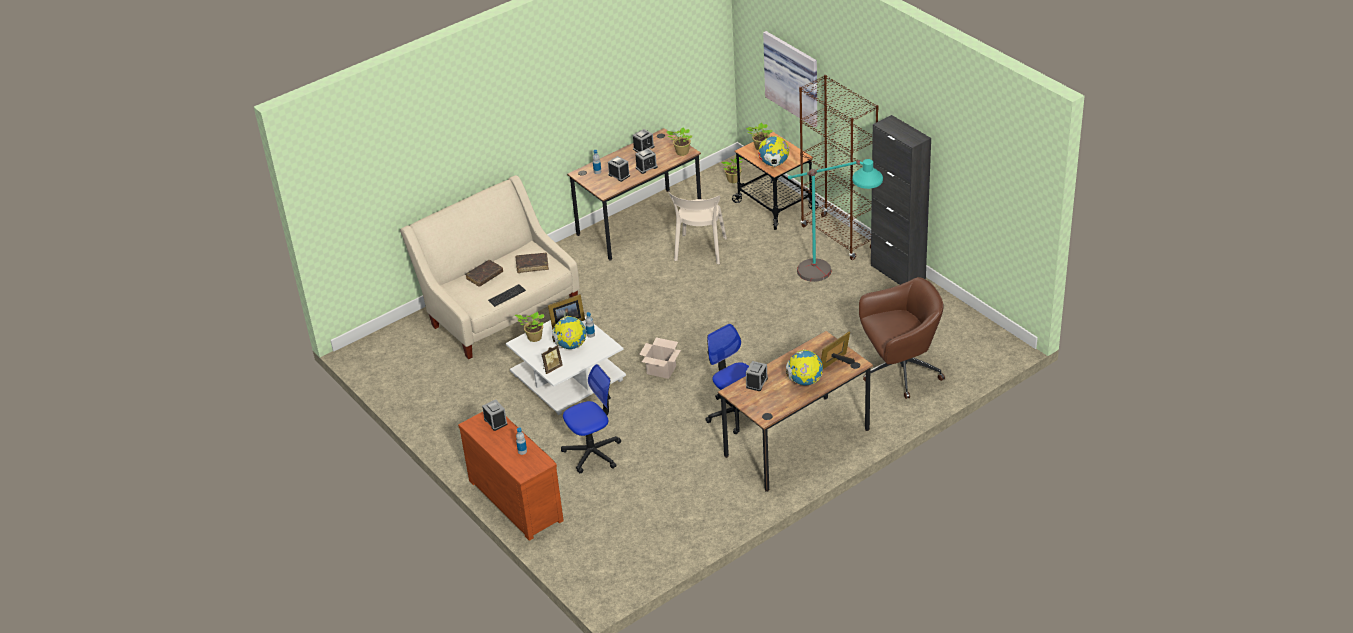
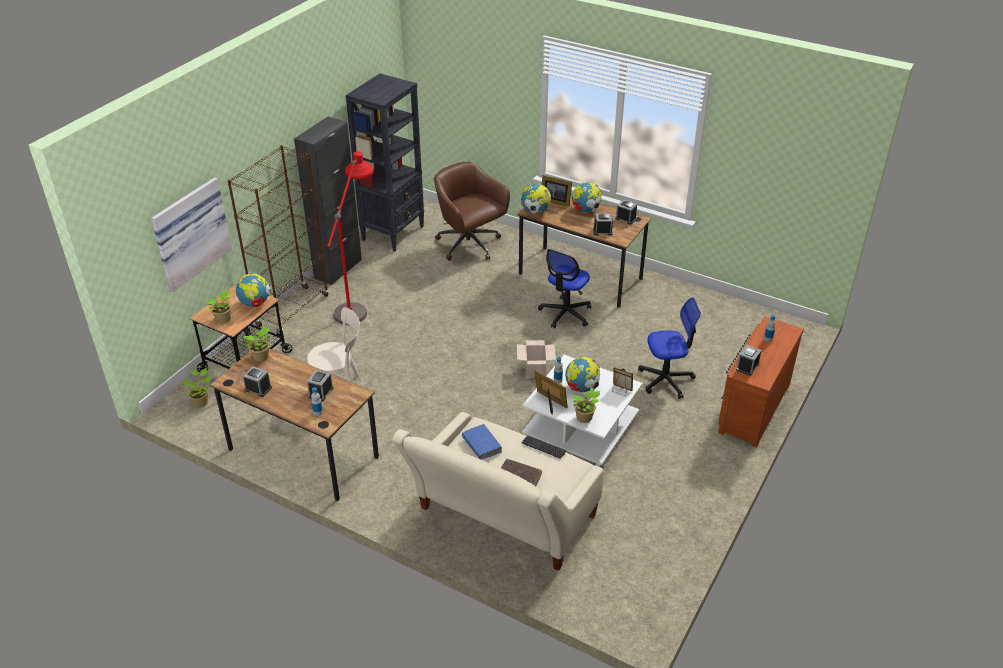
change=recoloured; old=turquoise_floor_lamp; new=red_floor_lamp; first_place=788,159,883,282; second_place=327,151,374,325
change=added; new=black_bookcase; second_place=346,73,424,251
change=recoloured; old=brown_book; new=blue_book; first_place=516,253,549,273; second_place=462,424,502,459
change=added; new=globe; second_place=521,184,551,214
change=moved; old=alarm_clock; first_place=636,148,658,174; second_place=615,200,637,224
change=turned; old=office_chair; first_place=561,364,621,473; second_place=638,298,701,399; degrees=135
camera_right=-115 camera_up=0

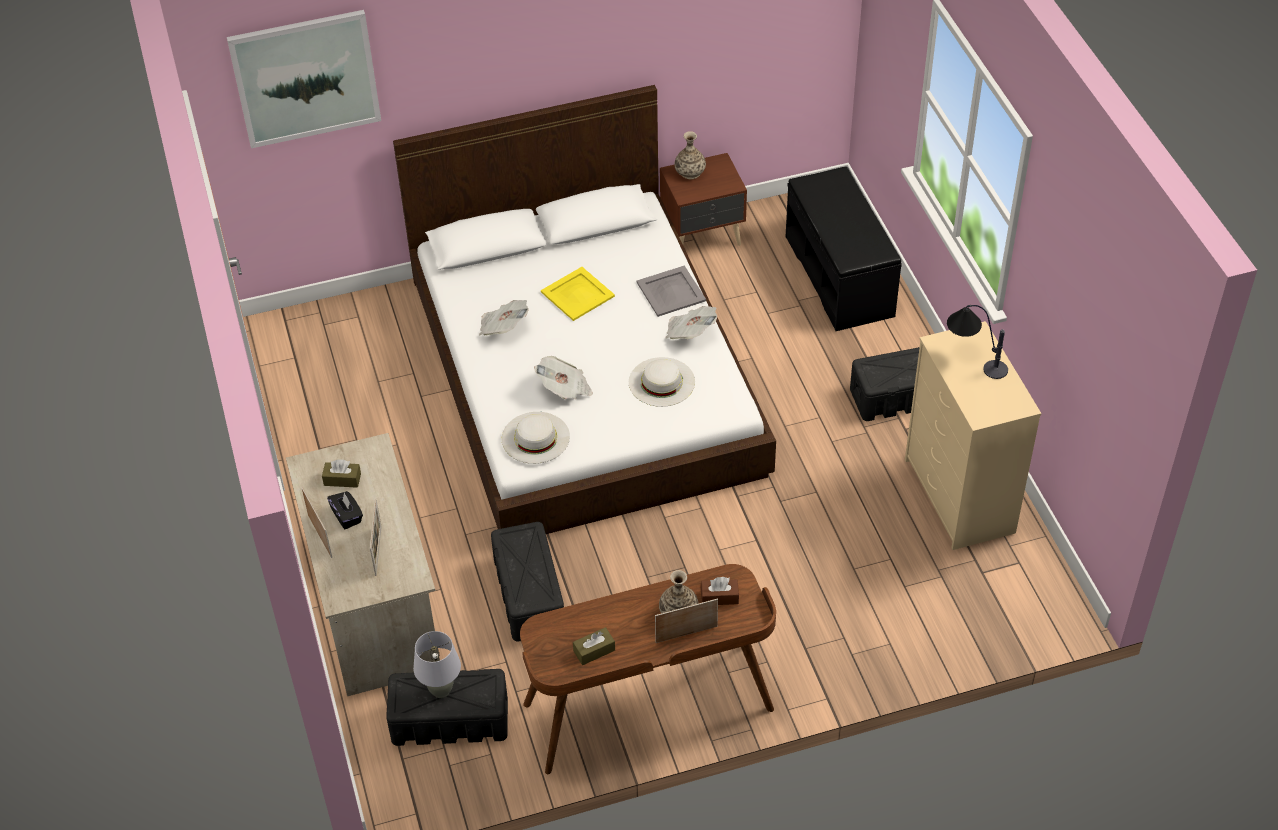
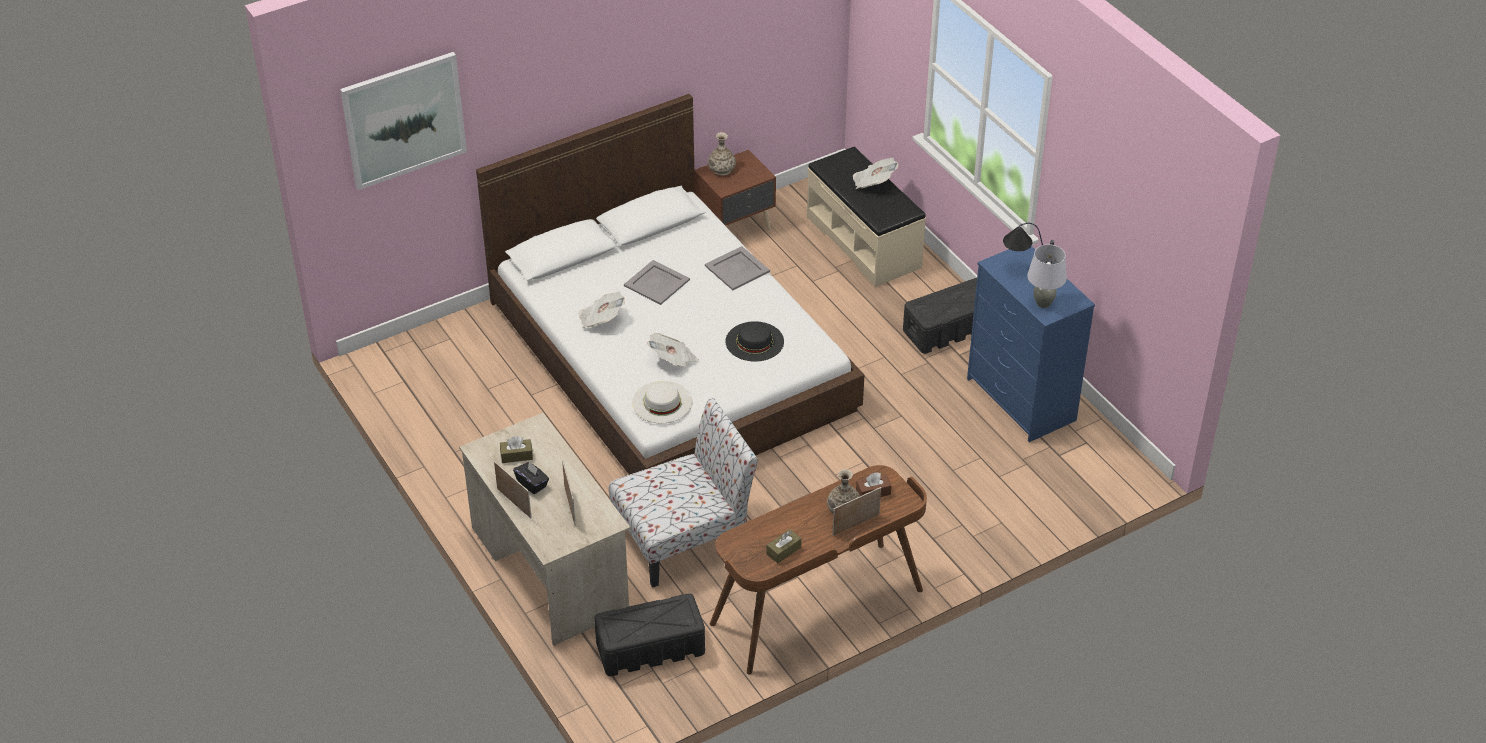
change=replaced; old=black_storage_box; new=chair; first_place=491,522,564,642; second_place=609,398,758,588
change=recoloured; old=yellow_tray; new=grey_tray; first_place=541,267,615,321; second_place=624,260,690,305
change=recoloured; old=white_hat; new=black_hat; first_place=629,357,695,407; second_place=726,321,784,361
change=recoloured; old=black_bench; new=beige_bench; first_place=785,166,902,331; second_place=807,147,926,287
change=moved; old=newspaper; first_place=666,306,717,339; second_place=853,158,898,189
change=recoloured; old=beige_dresser; new=blue_dresser; first_place=905,321,1041,550; second_place=967,246,1095,442
change=moved; old=grey_table_lamp; first_place=413,631,461,698; second_place=1027,244,1067,308
camera_right=-15 camera_up=-5

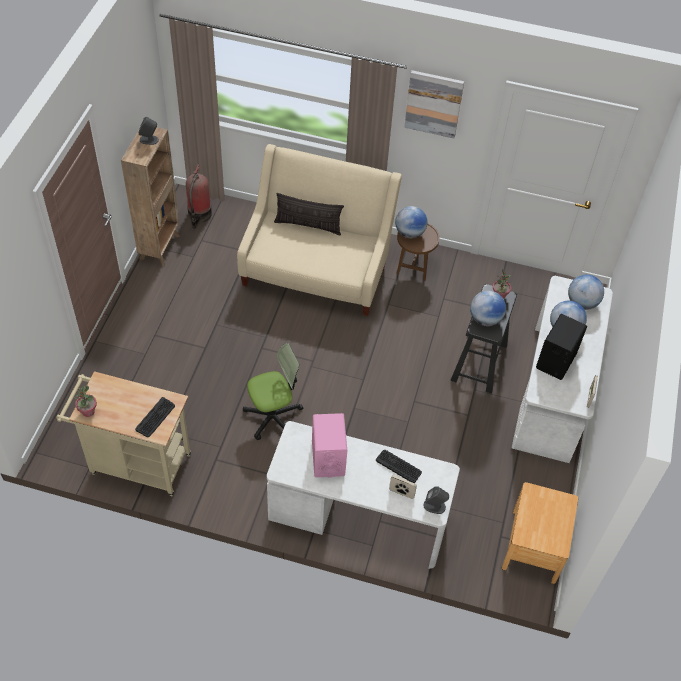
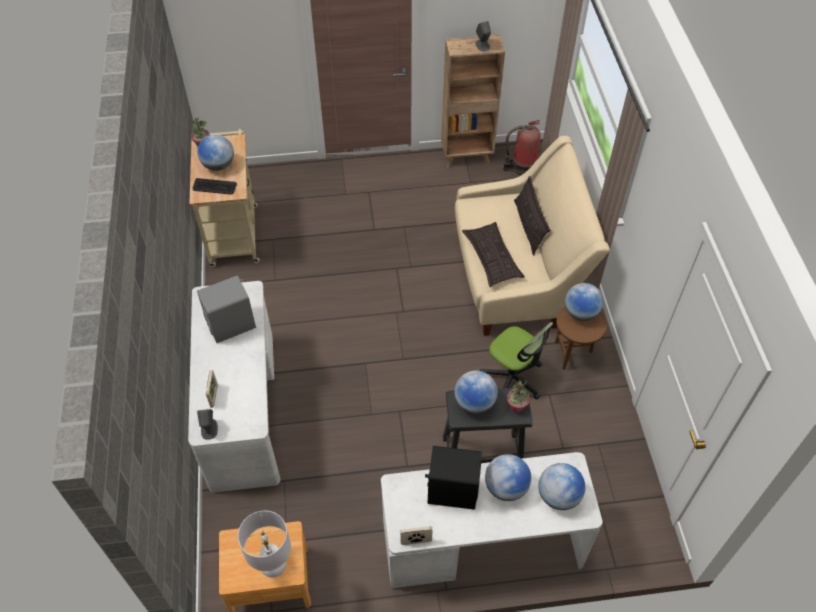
change=added; new=globe; second_place=197,134,234,171
change=recoloured; old=pink_speaker; new=grey_speaker; first_place=312,413,347,478; second_place=197,275,256,343
change=added; new=white_table_lamp; second_place=238,511,291,578
change=added; new=pillow; second_place=462,222,525,287
change=moved; old=office_chair; first_place=243,343,303,440; second_place=480,322,553,400
change=removed; old=keyboard; first_place=376,450,422,483
change=removed; old=picture; first_place=404,70,464,138
camera_right=70 camera_up=0

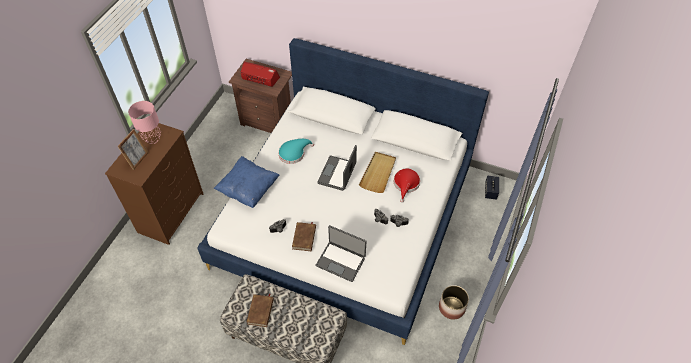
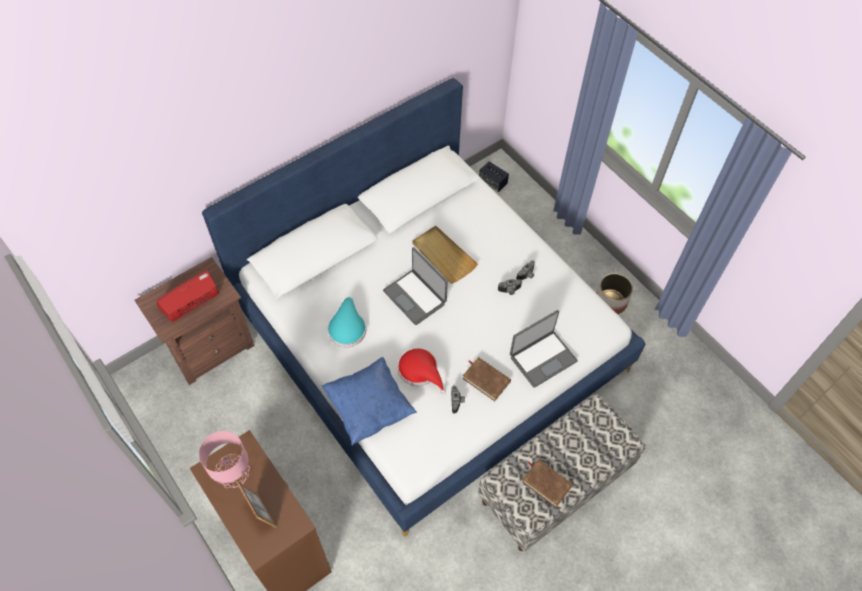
change=moved; old=red_hat; first_place=394,169,420,203; second_place=398,348,446,394
camera_right=-60 camera_up=5

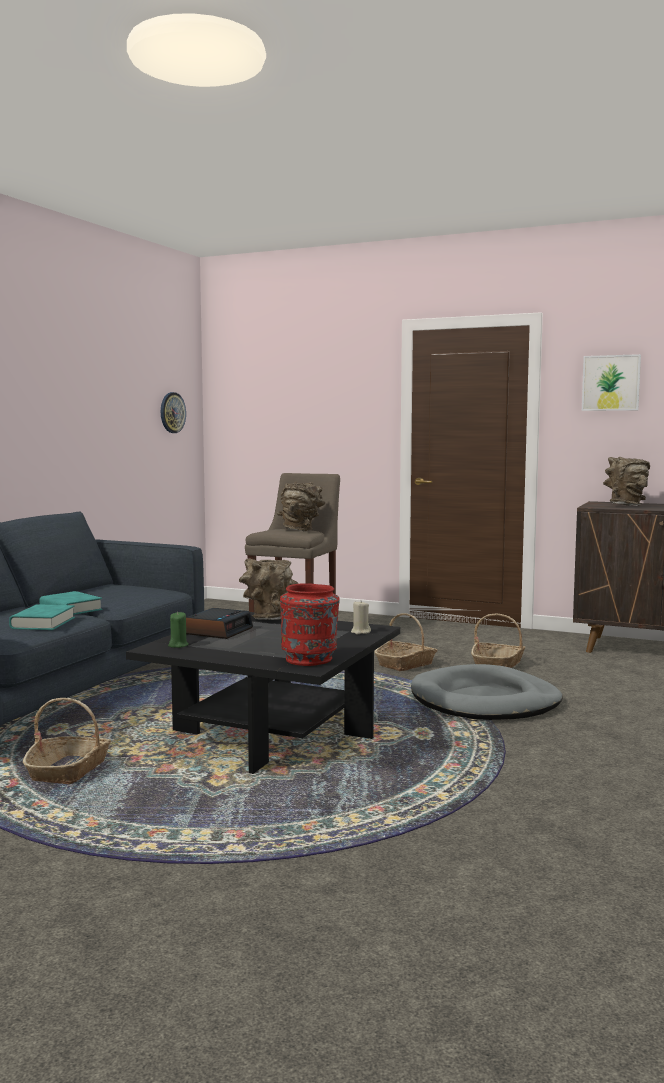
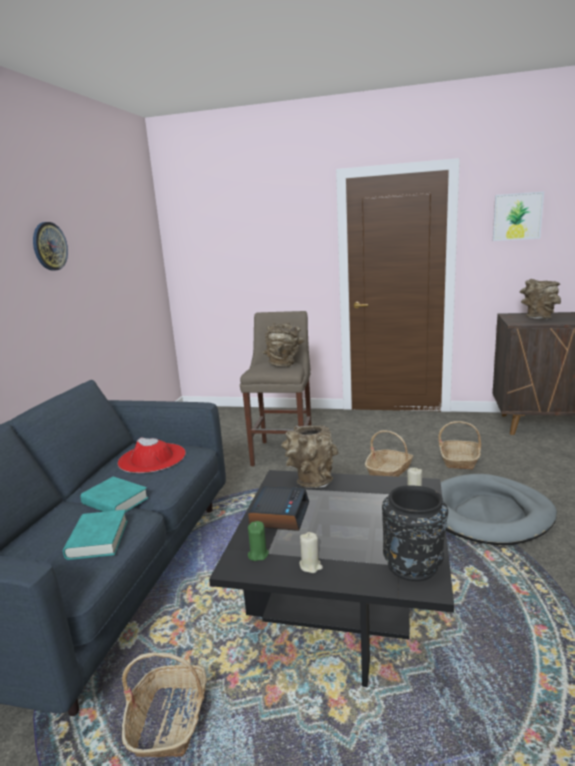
change=moved; old=wall_clock; first_place=161,392,186,433; second_place=33,222,68,271
change=added; new=red_hat; second_place=118,437,186,473
change=added; new=beige_candle; second_place=299,532,323,573
change=recoloured; old=red_vase; new=black_vase; first_place=280,583,340,666; second_place=382,485,448,581
camera_right=-10 camera_up=10

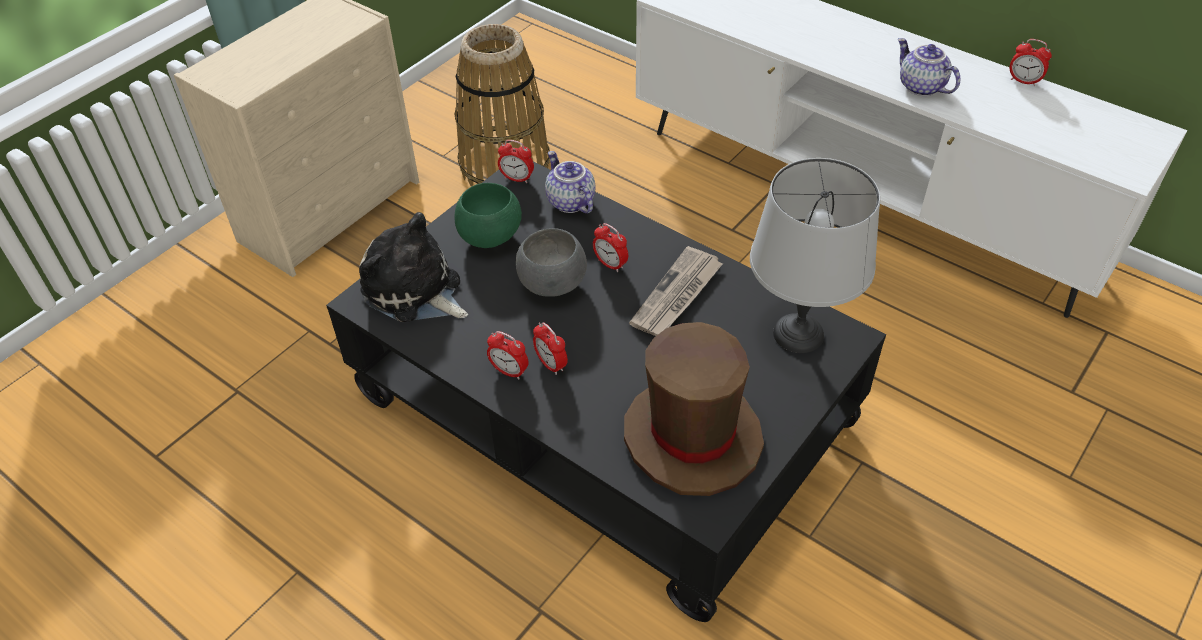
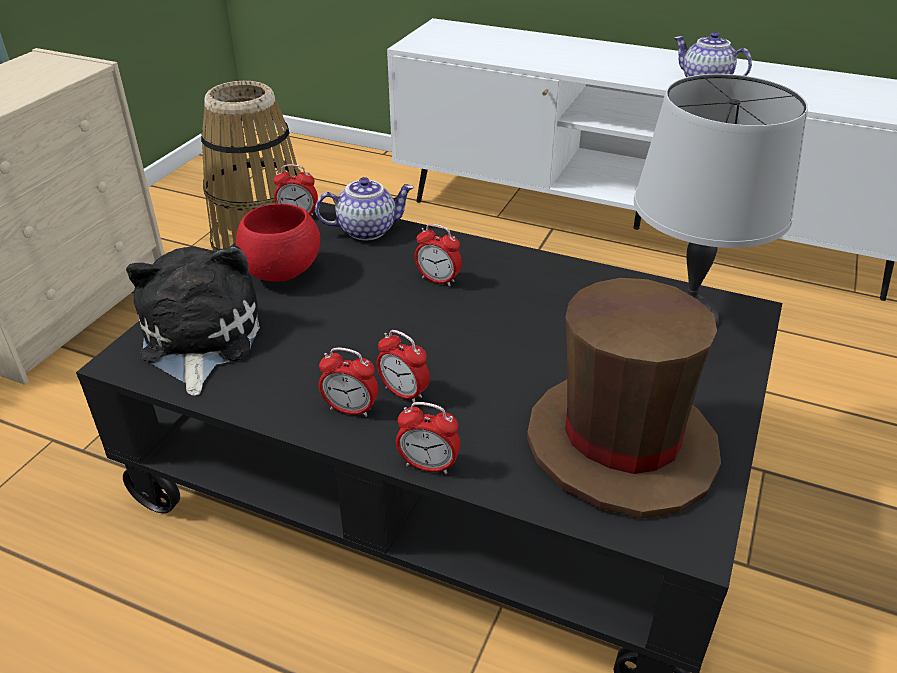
change=turned; old=plush_toy; first_place=359,212,468,322; second_place=126,246,260,395; degrees=60
change=recoloured; old=green_bowl; new=red_bowl; first_place=455,183,522,248; second_place=236,203,320,282
change=turned; old=teapot; first_place=545,151,596,214; second_place=315,177,414,240; degrees=120
change=moved; old=alarm_clock; first_place=1010,39,1052,86; second_place=396,402,460,474
change=removed; old=grey_bowl; first_place=516,228,587,297
change=removed; old=newspaper; first_place=629,246,723,336
camera_right=-15 camera_up=-10

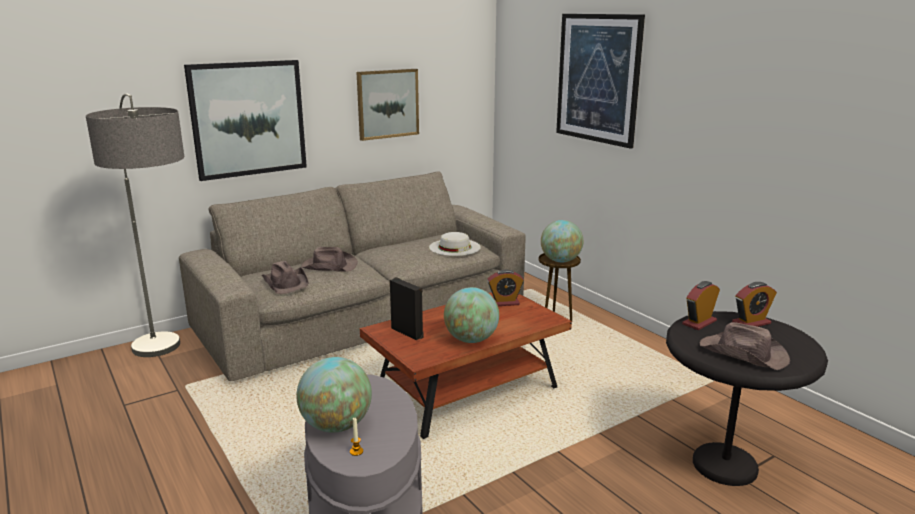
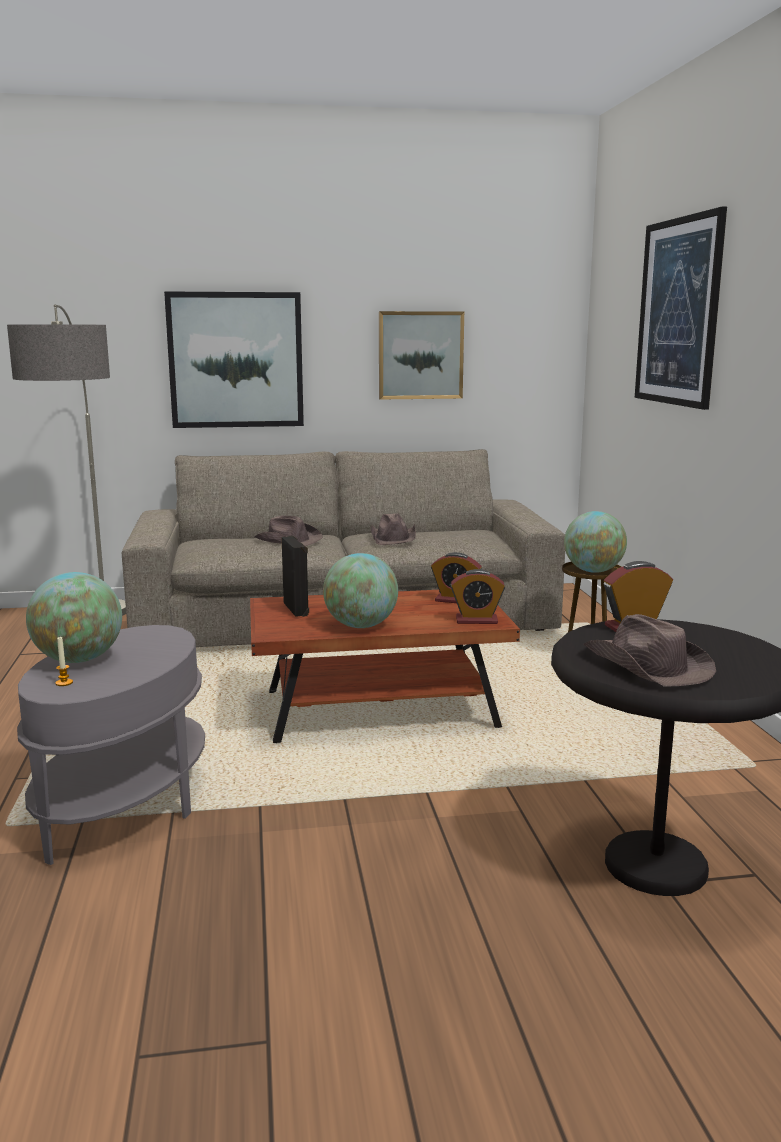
change=moved; old=brown_hat; first_place=262,261,309,294; second_place=370,513,416,545
change=moved; old=alarm_clock; first_place=732,282,776,327; second_place=451,569,505,624
change=removed; old=white_hat; first_place=429,232,481,256
camera_right=25 camera_up=-5

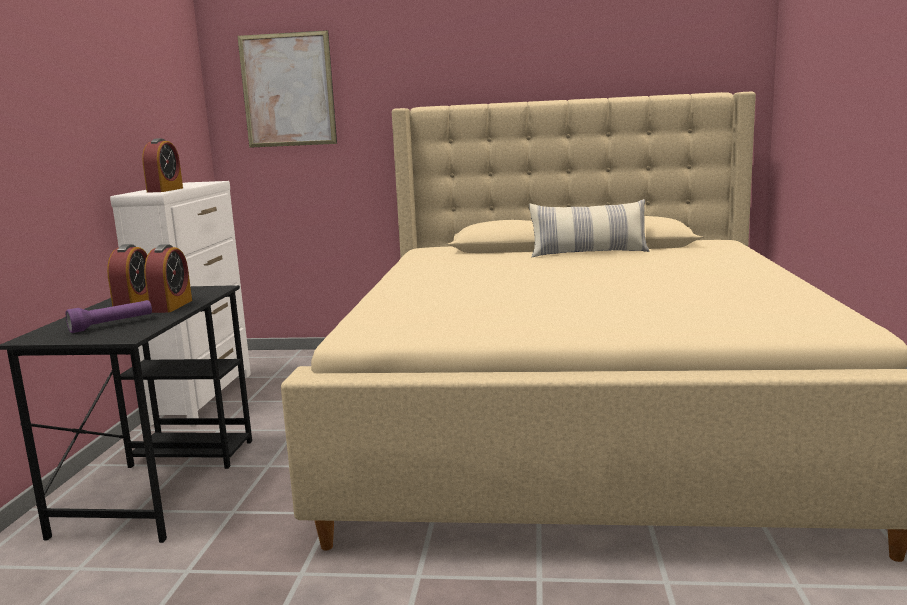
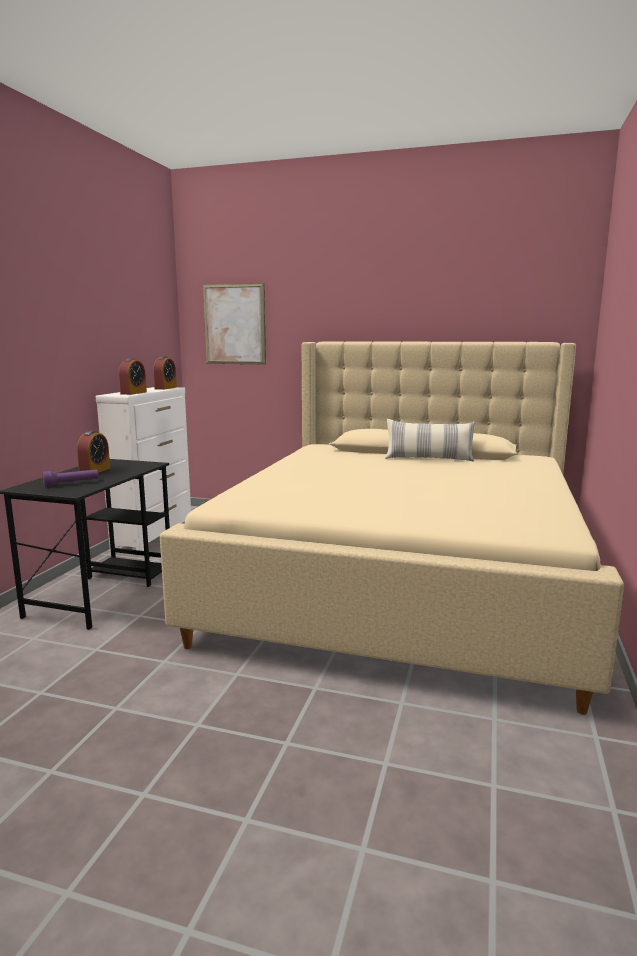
change=moved; old=alarm_clock; first_place=144,244,192,313; second_place=153,356,177,390
camera_right=10 camera_up=0

